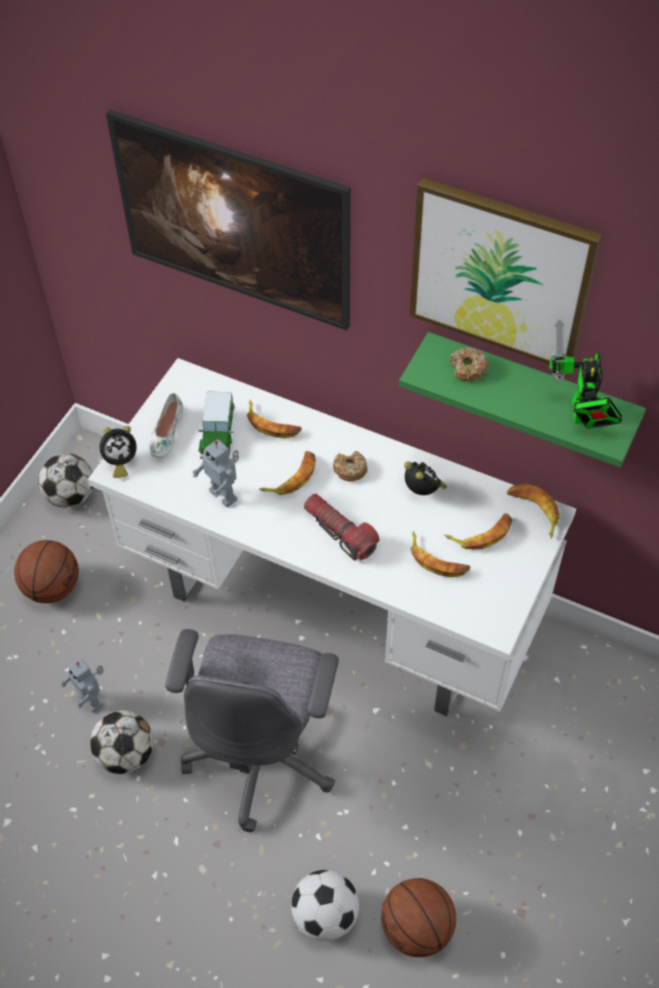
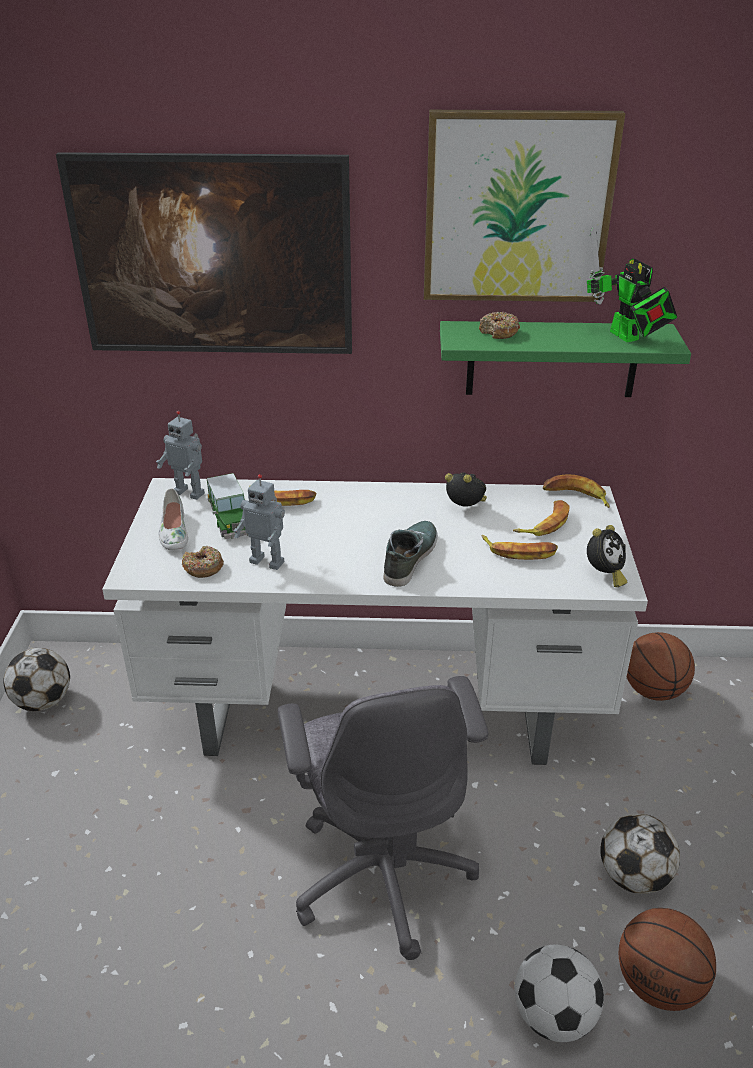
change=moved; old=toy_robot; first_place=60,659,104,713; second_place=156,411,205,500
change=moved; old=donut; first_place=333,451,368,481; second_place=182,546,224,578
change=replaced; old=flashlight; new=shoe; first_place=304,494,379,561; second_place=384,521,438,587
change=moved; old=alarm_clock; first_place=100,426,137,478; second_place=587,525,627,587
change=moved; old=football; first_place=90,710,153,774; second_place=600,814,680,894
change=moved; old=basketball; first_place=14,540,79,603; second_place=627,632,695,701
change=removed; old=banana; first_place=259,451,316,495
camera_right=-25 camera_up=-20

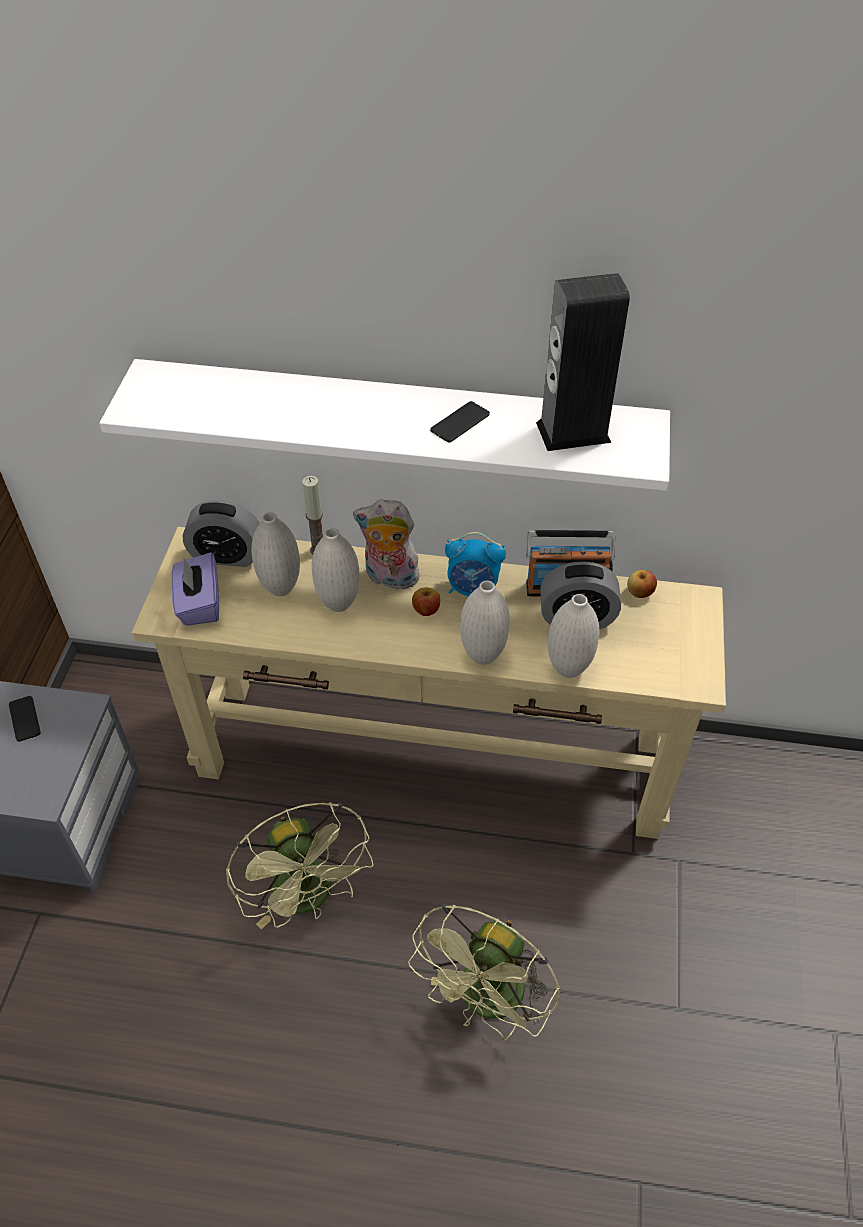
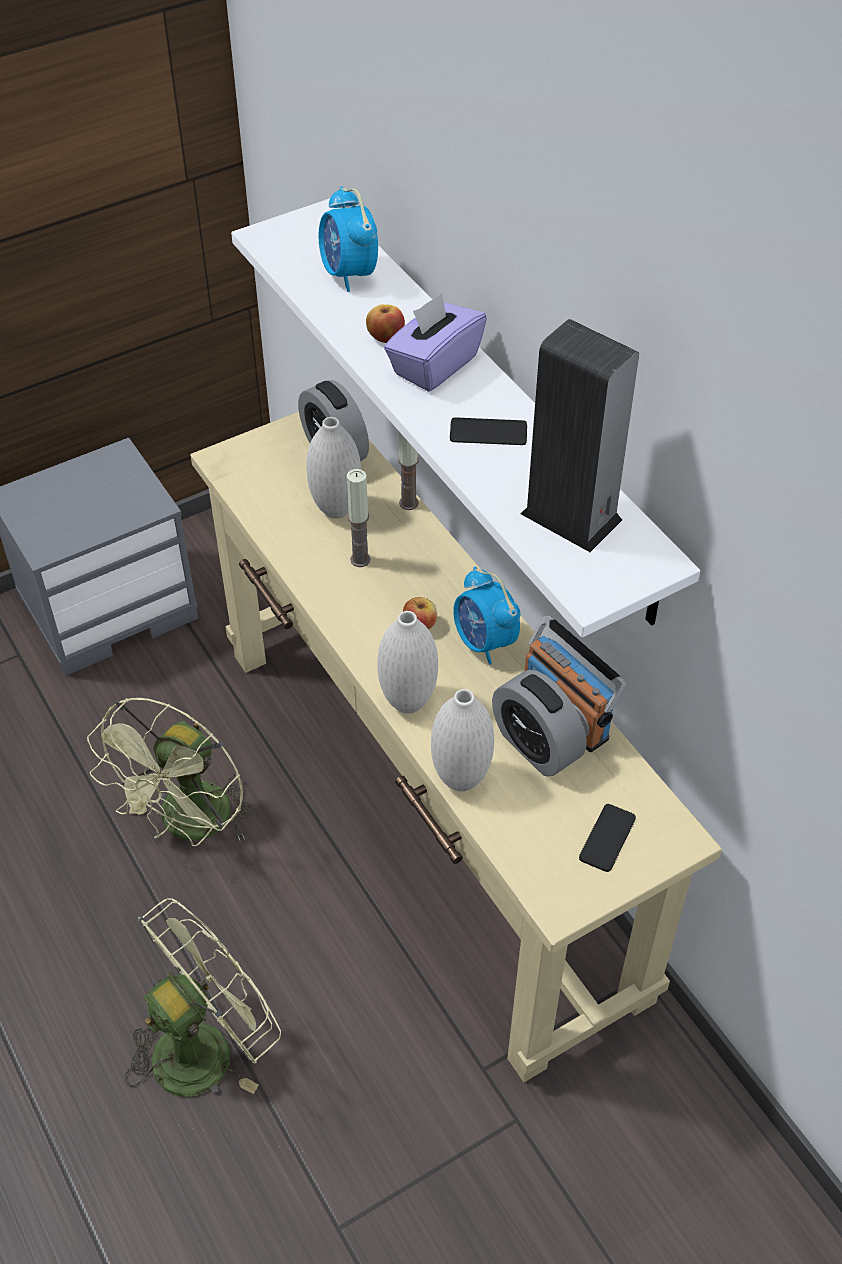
change=turned; old=green_fan; first_place=408,904,560,1041; second_place=125,898,281,1097; degrees=150
change=added; new=alarm_clock; second_place=319,186,378,292
change=replaced; old=white_vase; new=candle; first_place=312,528,360,612; second_place=347,469,371,567
change=moved; old=apple; first_place=627,570,657,598; second_place=366,304,405,343
change=moved; old=purple_tissue_box; first_place=171,552,219,626; second_place=384,293,487,392
change=moved; old=phone; first_place=9,696,41,742; second_place=579,804,636,872
change=removed; old=plush_toy; first_place=353,500,425,593
camera_right=50 camera_up=0

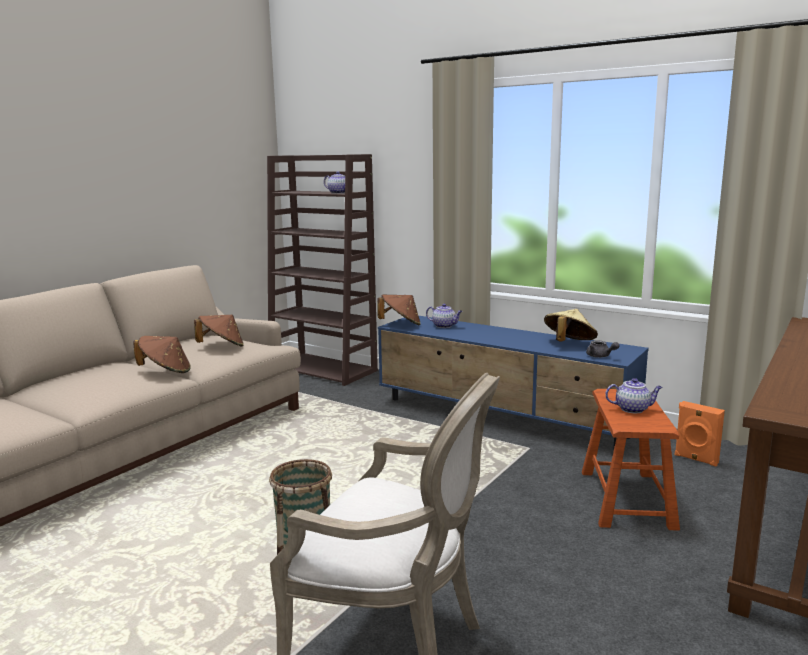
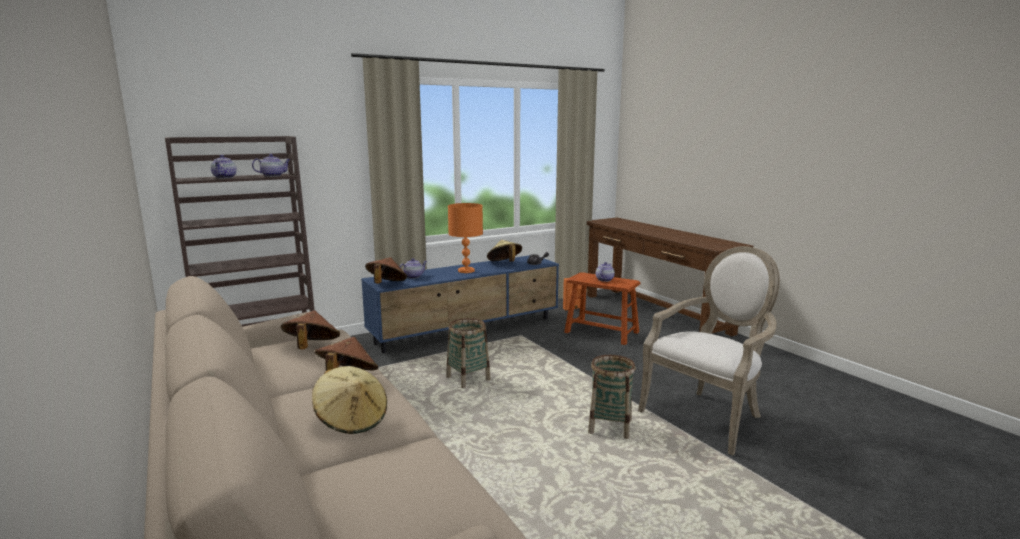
change=added; new=teapot; second_place=211,155,237,178
change=added; new=beige_hat; second_place=312,366,387,434
change=added; new=basket; second_place=446,318,491,388
change=added; new=orange_table_lamp; second_place=448,203,483,273
camera_right=-65 camera_up=0

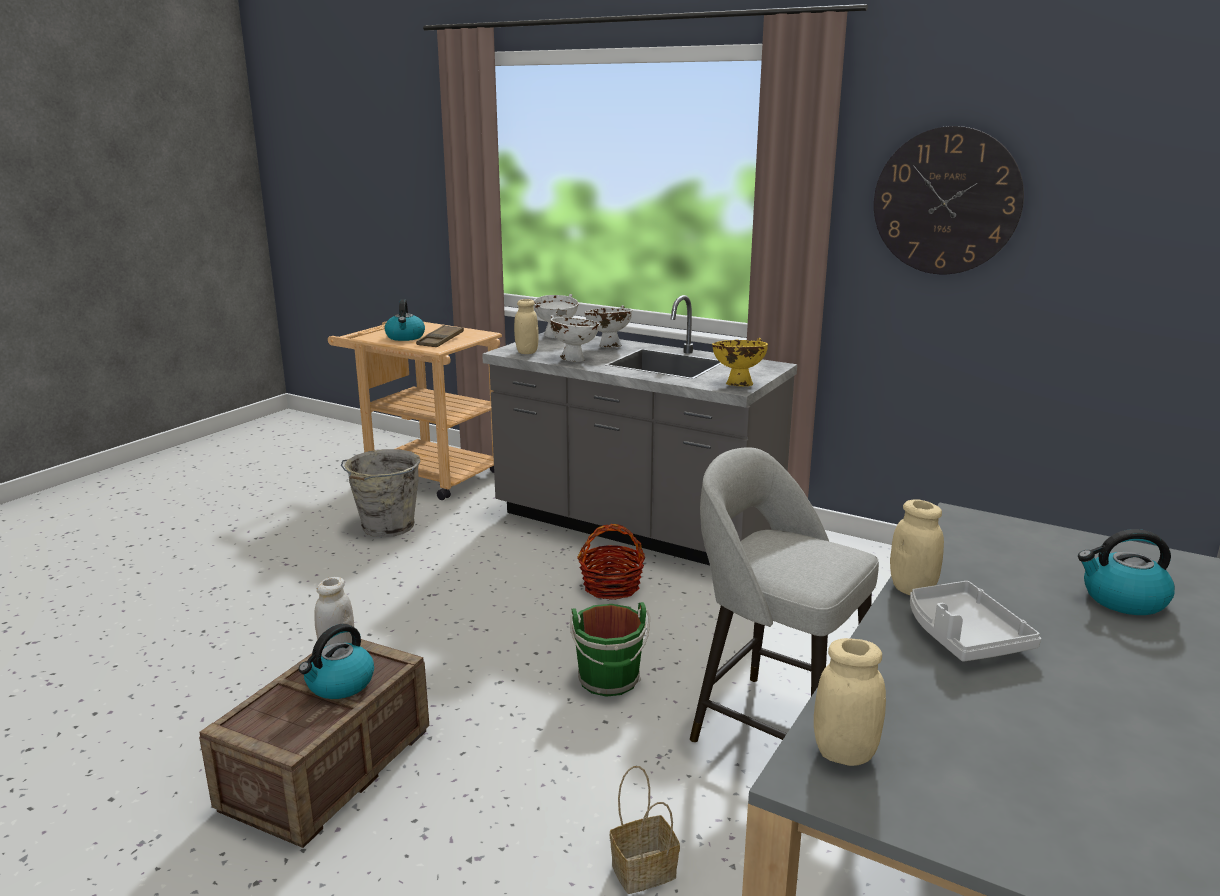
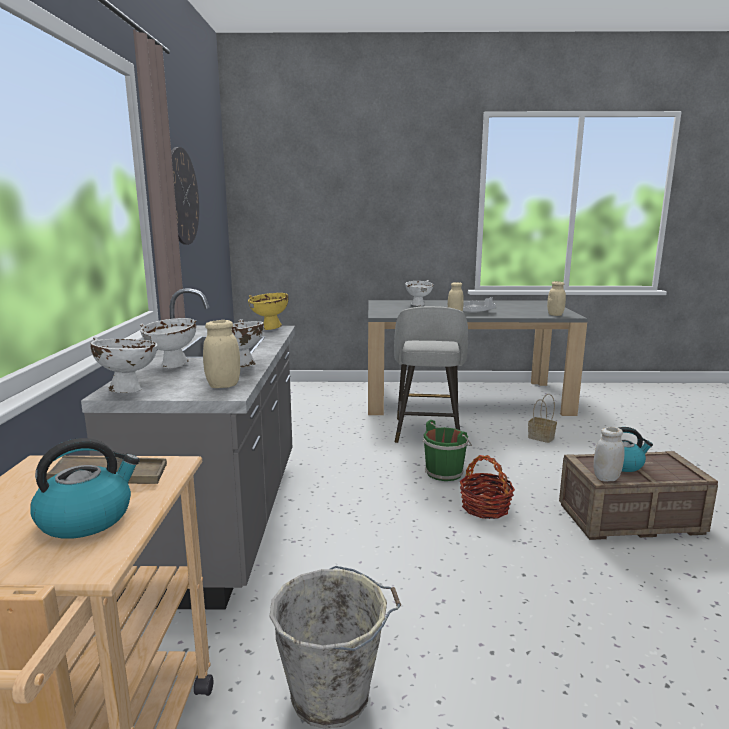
change=replaced; old=kettle; new=white_bowl; first_place=1078,529,1175,615; second_place=405,280,433,306
change=moved; old=basket; first_place=577,524,645,600; second_place=460,455,515,519
camera_right=-120 camera_up=-5

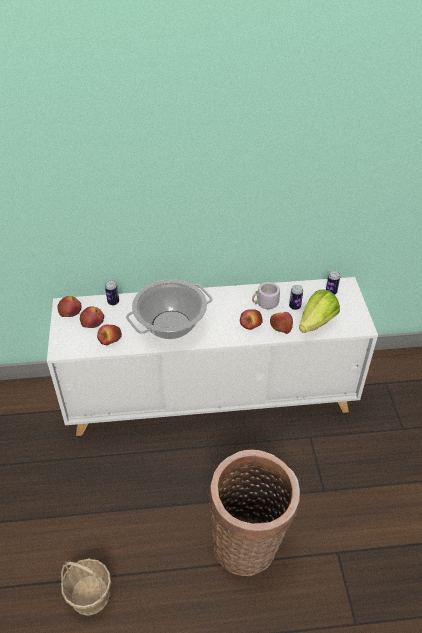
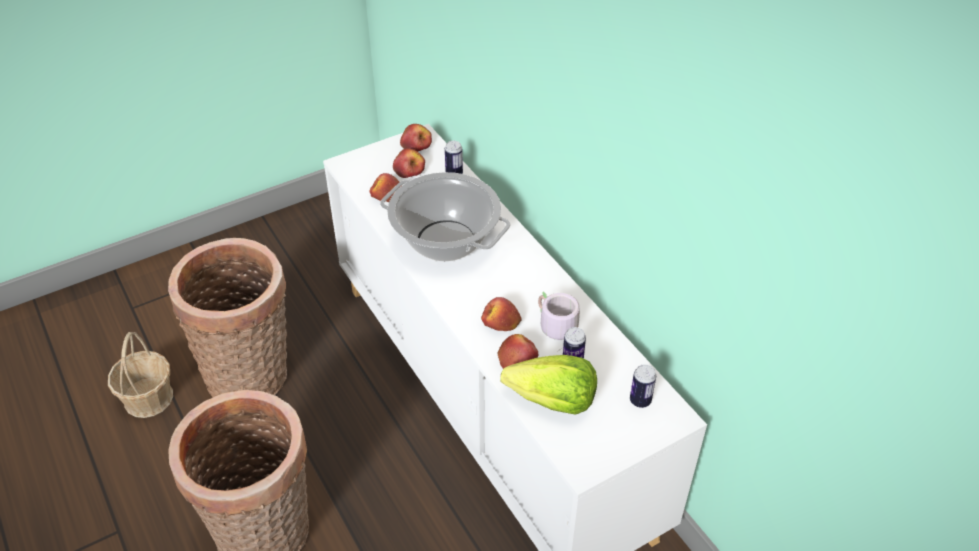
change=added; new=basket; second_place=168,238,287,398
camera_right=65 camera_up=0

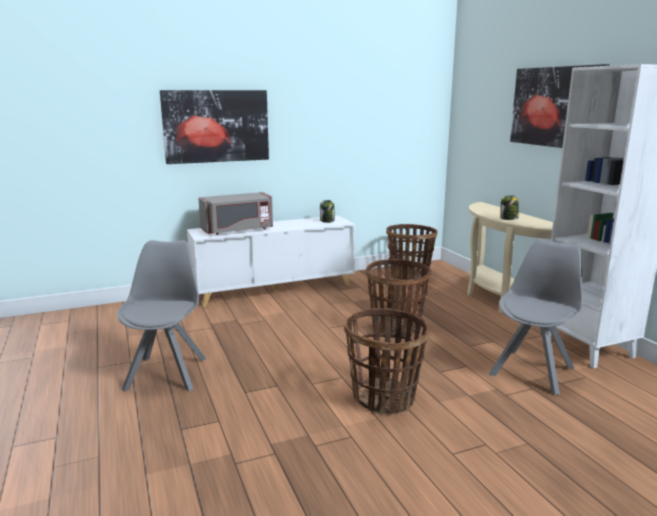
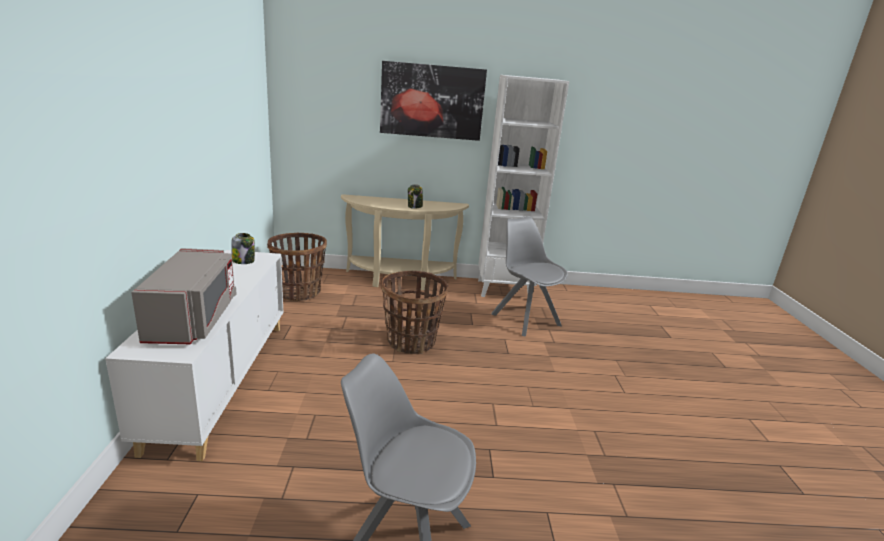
change=removed; old=picture; first_place=160,90,269,164
change=removed; old=basket; first_place=344,308,429,414
camera_right=-70 camera_up=5

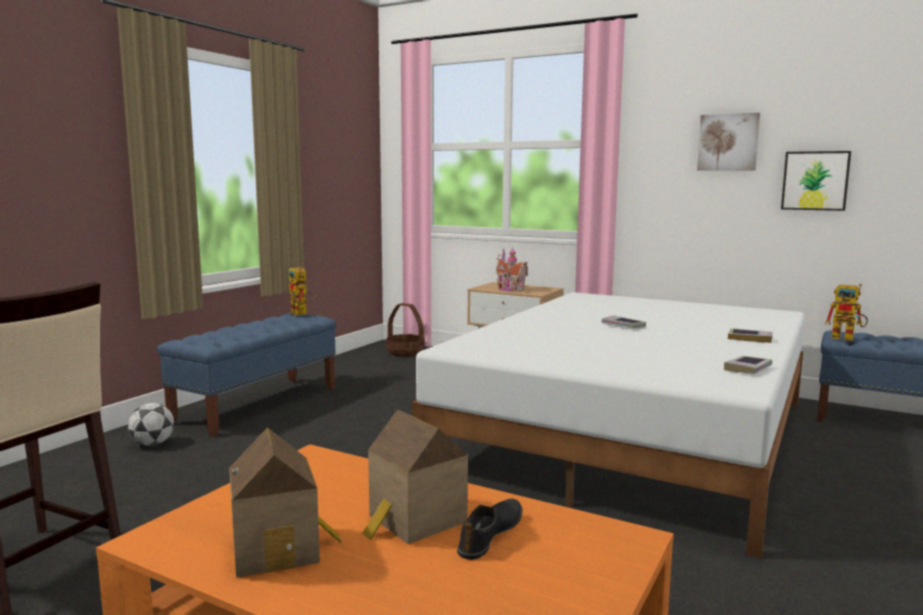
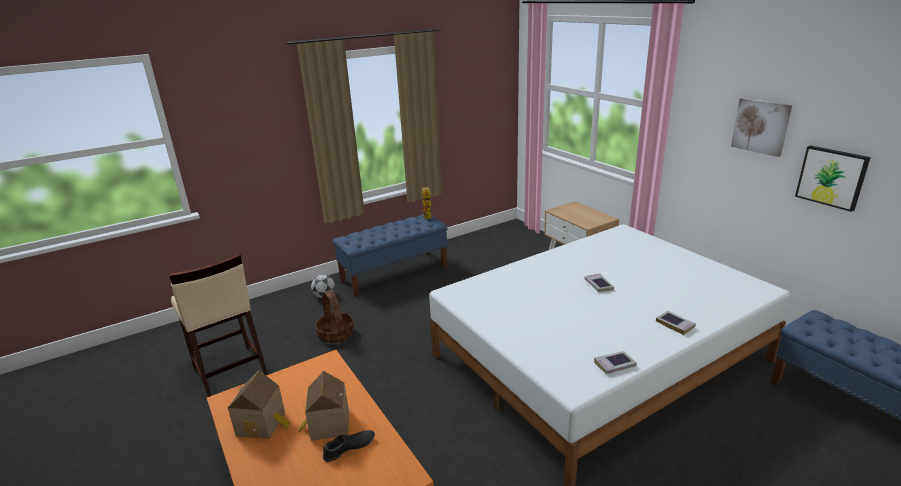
change=moved; old=basket; first_place=386,303,425,357; second_place=315,290,354,343
change=removed; old=toy_house; first_place=496,247,528,292
change=removed; old=toy_robot; first_place=825,284,868,341
camera_right=30 camera_up=15

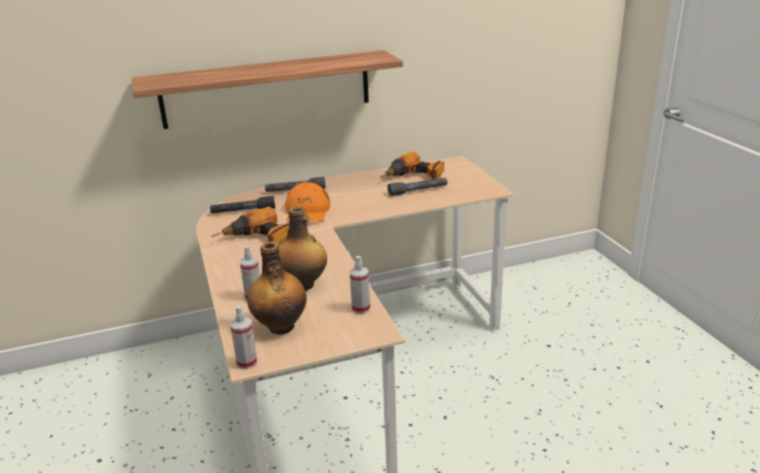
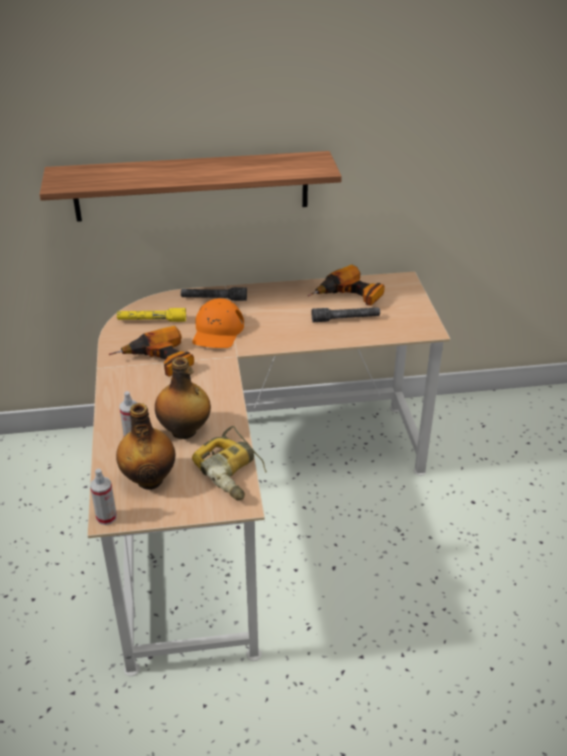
change=recoloured; old=black_flashlight; new=yellow_flashlight; first_place=210,196,275,213; second_place=117,308,186,322
change=replaced; old=spray_bottle; new=power_drill; first_place=349,256,370,314; second_place=192,426,267,501
camera_right=10 camera_up=10

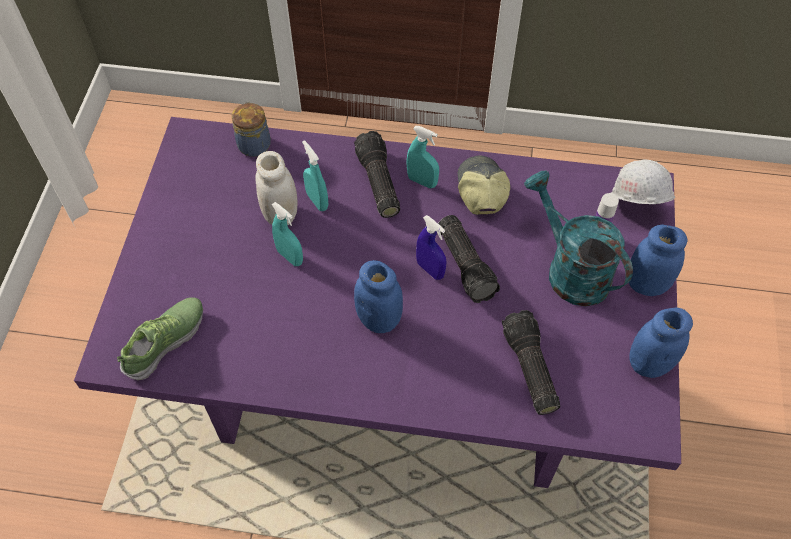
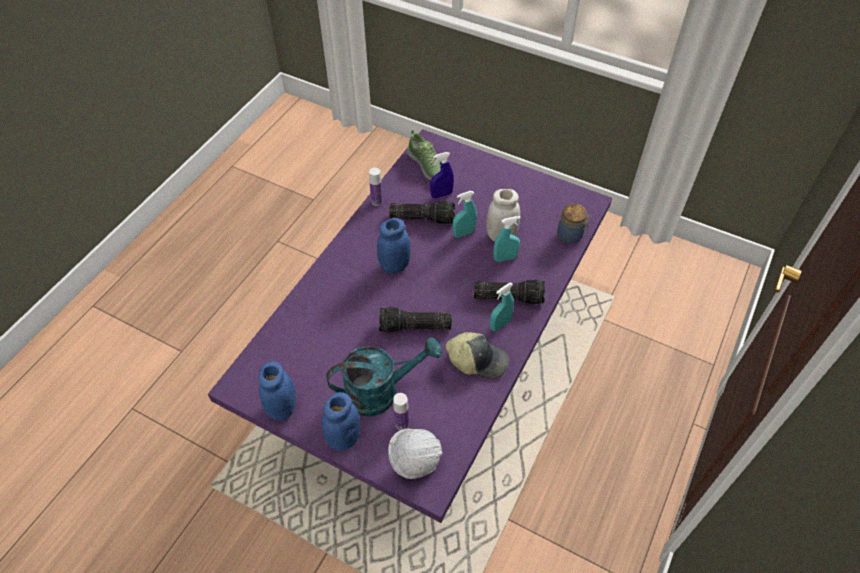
change=added; new=bottle; second_place=369,168,383,206
change=moved; old=flashlight; first_place=502,310,560,415; second_place=389,201,455,224
change=moved; old=blue_spray_bottle; first_place=416,215,446,280; second_place=430,152,454,199
camera_right=110 camera_up=-5

